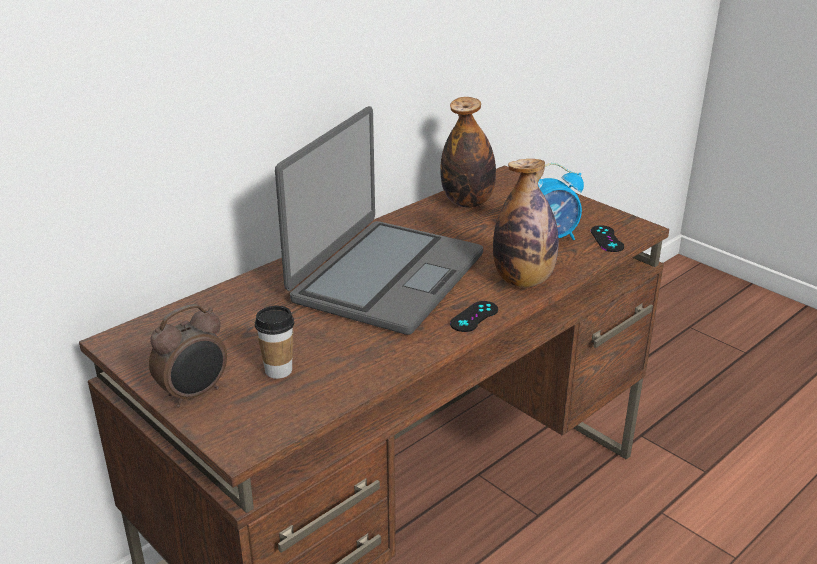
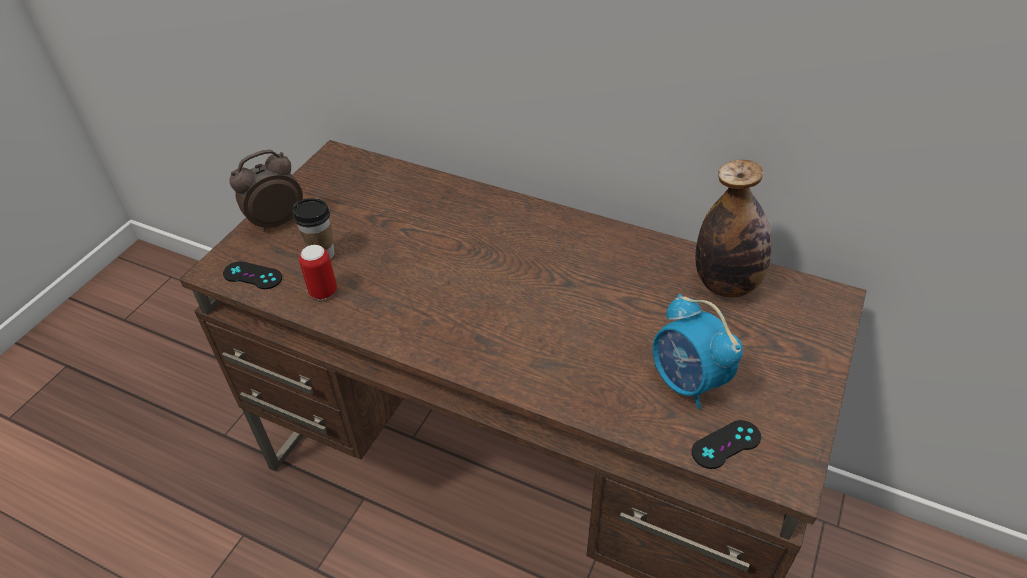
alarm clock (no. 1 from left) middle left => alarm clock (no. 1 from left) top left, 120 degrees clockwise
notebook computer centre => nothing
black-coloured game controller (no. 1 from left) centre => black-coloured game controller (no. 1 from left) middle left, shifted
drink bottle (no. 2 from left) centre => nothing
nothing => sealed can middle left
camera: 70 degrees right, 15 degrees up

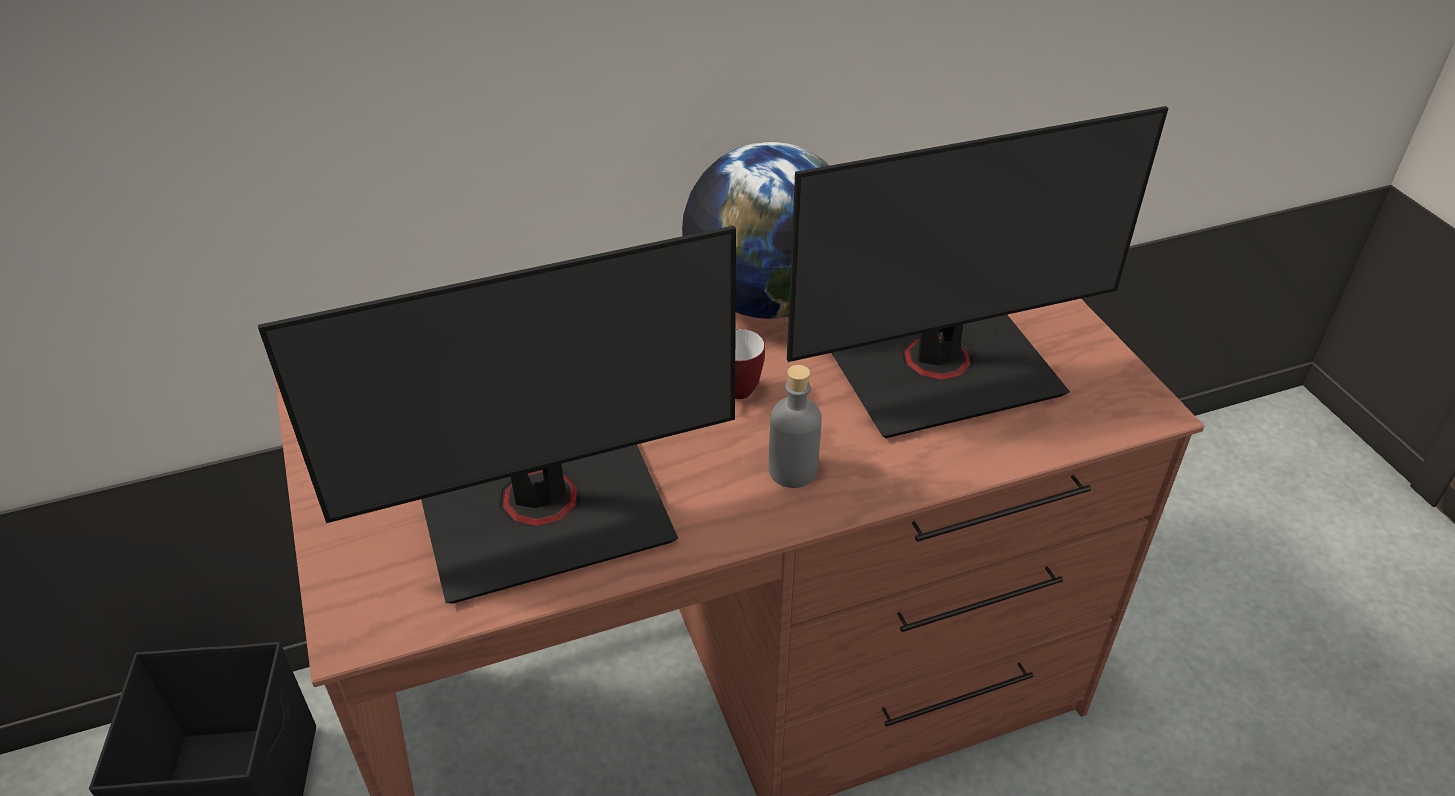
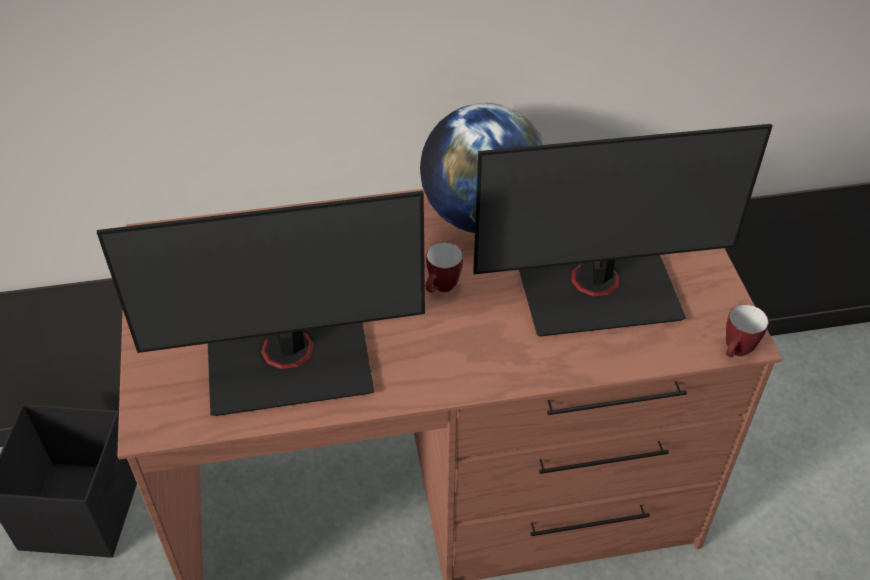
grey drink bottle centre => nothing
nothing => coffee mug (no. 2 from left) middle right
camera: 10 degrees right, 5 degrees up

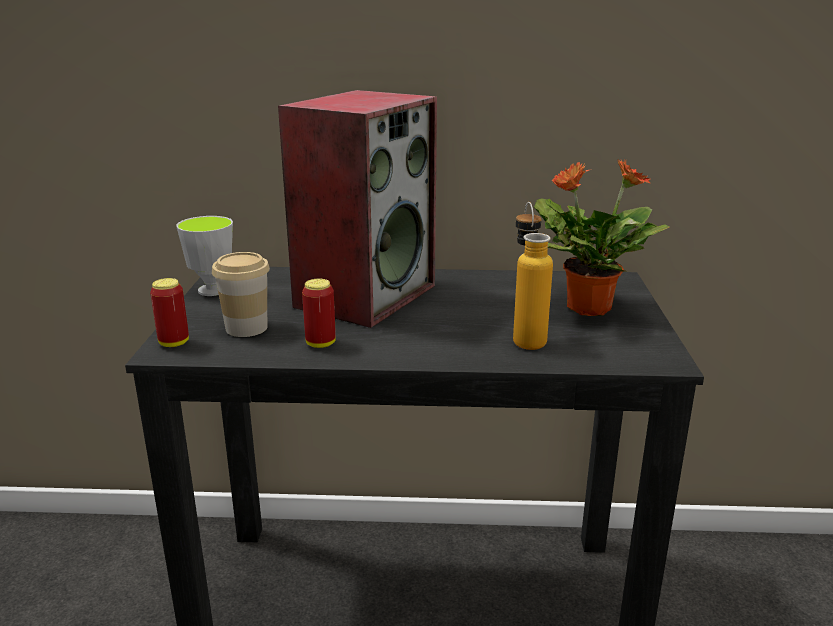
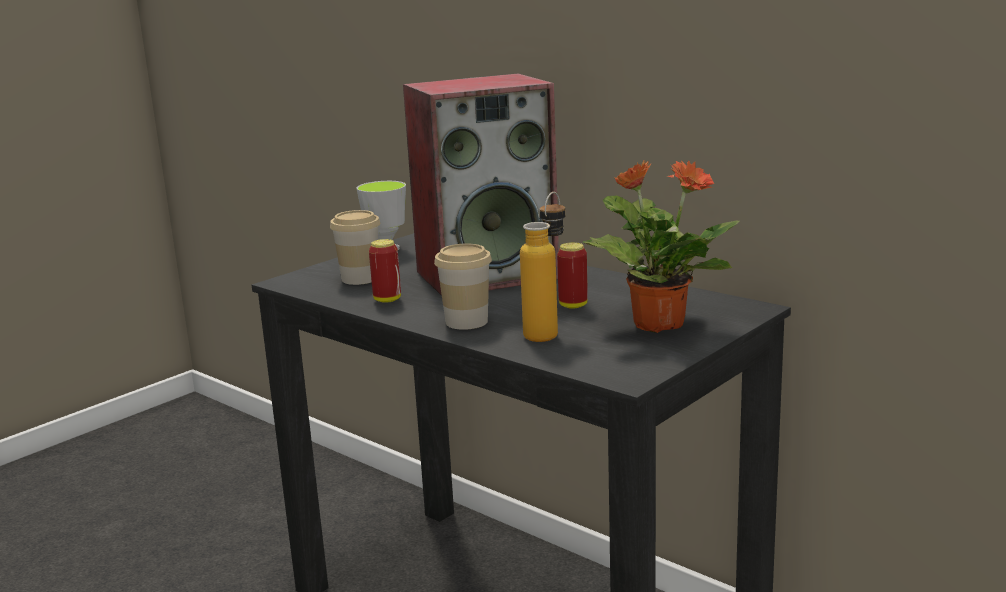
sealed can (no. 1 from left in the first image) middle left => sealed can (no. 2 from left) centre, shifted
nothing => cup (no. 3 from left) centre
camera: 40 degrees right, 5 degrees down

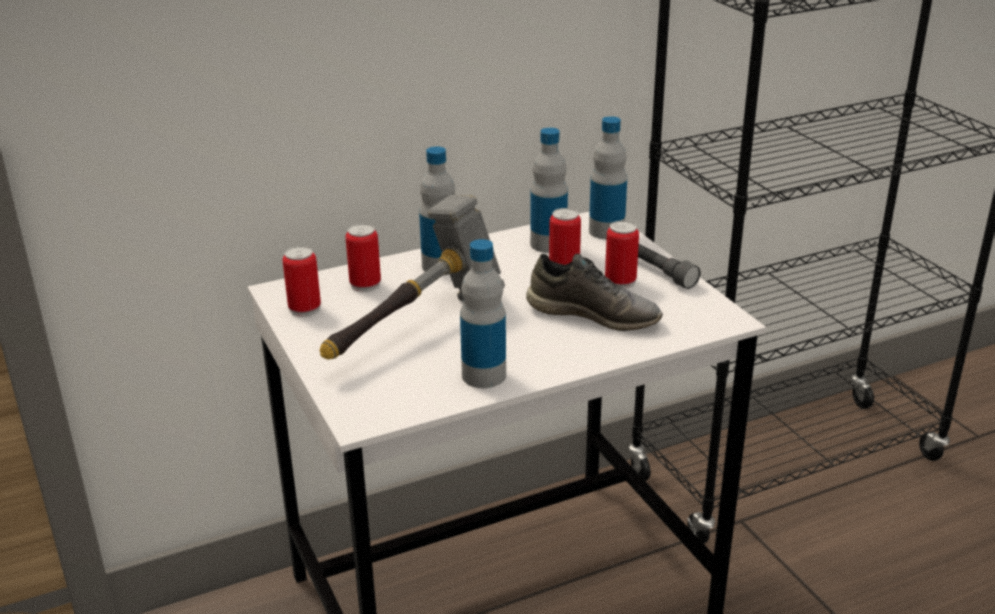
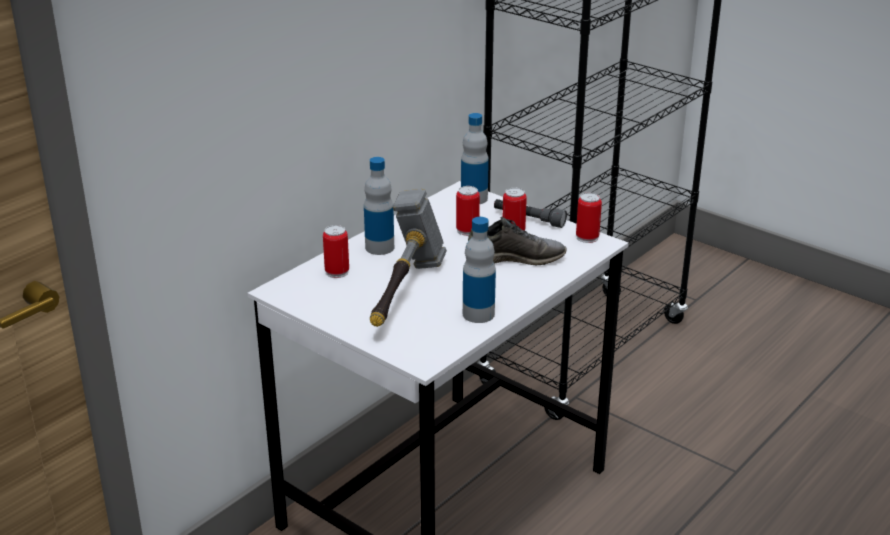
sealed can (no. 1 from left in the first image) middle left => sealed can (no. 4 from left) centre, shifted
drink bottle (no. 3 from left) top centre => nothing
camera: 25 degrees left, 0 degrees up

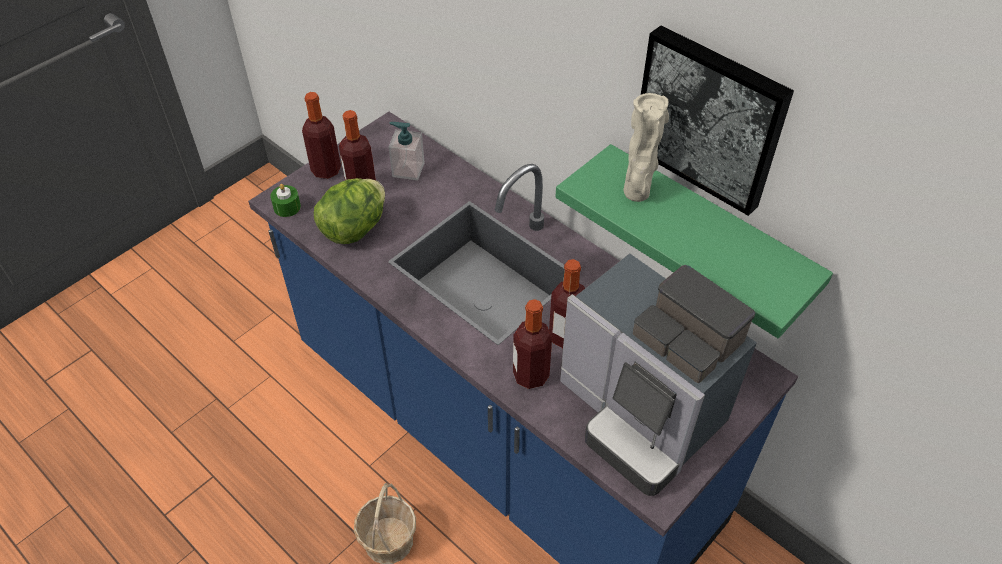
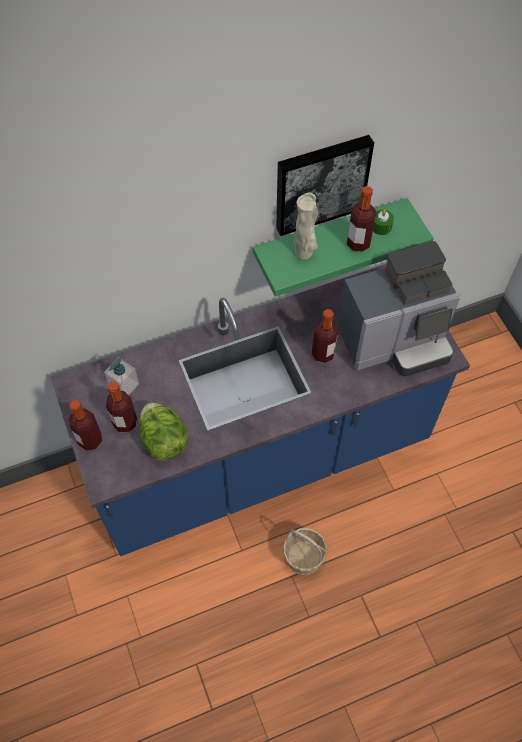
greenish wax light middle left => greenish wax light top right, shifted
drink bottle (no. 3 from left in the first image) centre => drink bottle (no. 4 from left) top right, shifted
camera: 65 degrees left, 10 degrees up

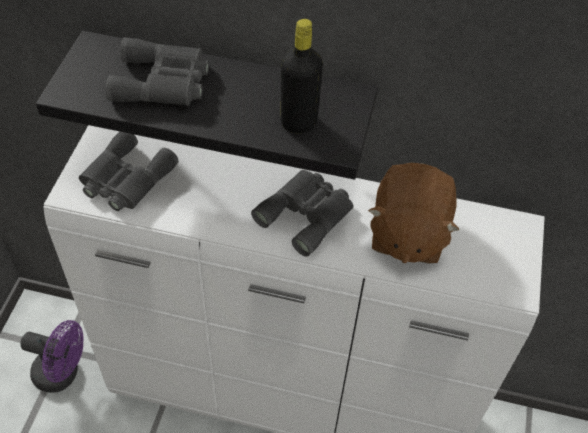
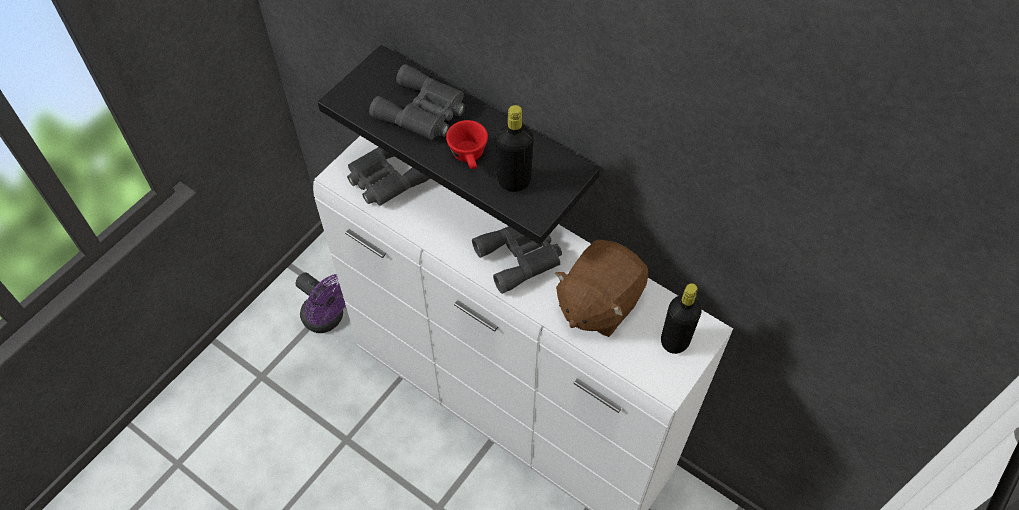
nothing => red-coloured cup top centre
nothing => black-coloured drink bottle (no. 2 from left) middle right
camera: 25 degrees right, 5 degrees up

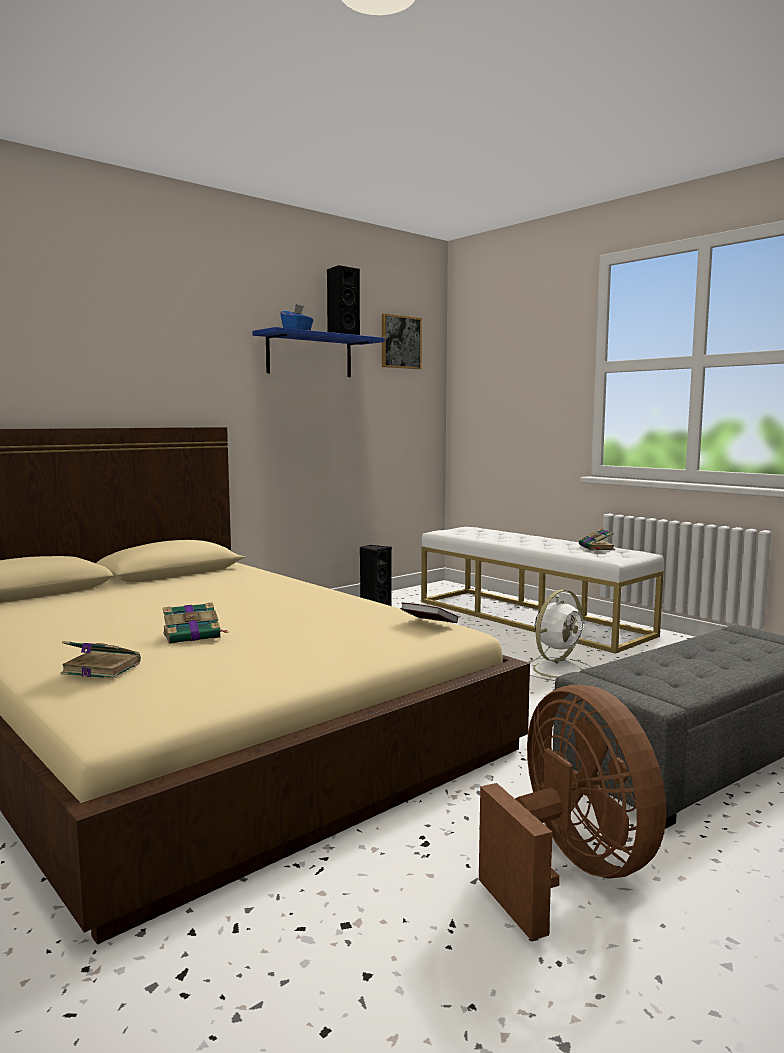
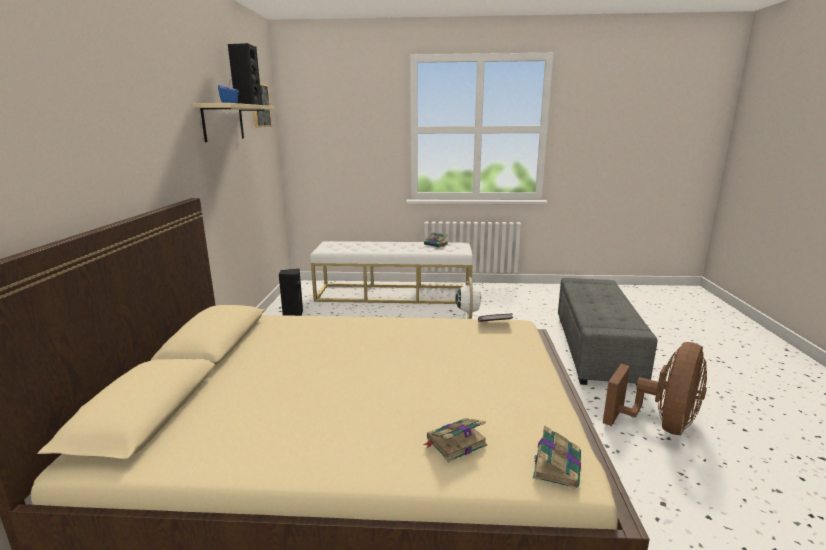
bound book (no. 2 from left in the first image) middle left => bound book (no. 4 from left) bottom right, shifted
blue-coloured wall shelf centre => beige wall shelf top left
brown electric fan bottom right, 105 degrees clockwise
camera: 45 degrees left, 10 degrees up

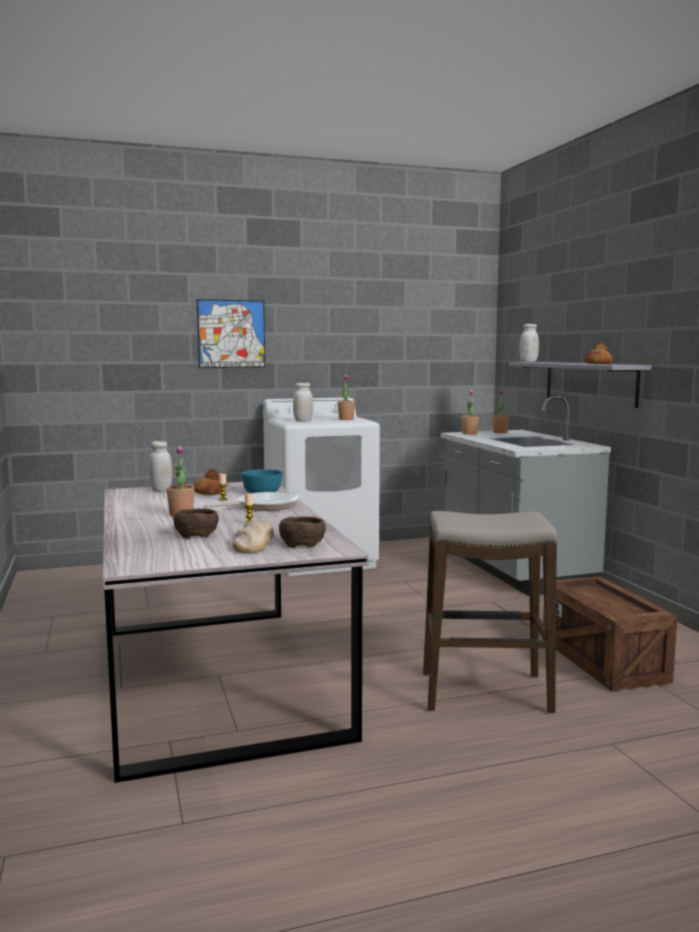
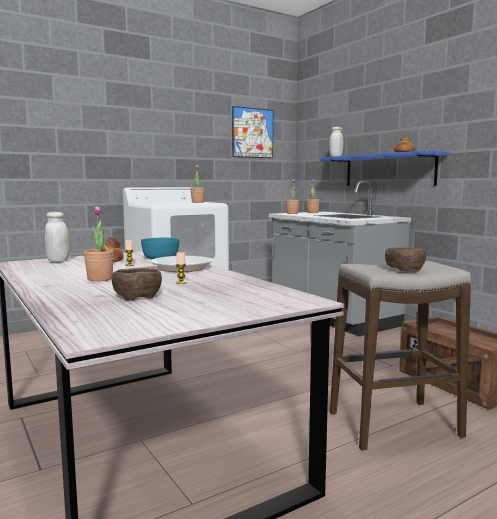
wall picture middle left => wall picture top centre, shifted
bread (no. 2 from left) centre => nothing
brown serving bowl (no. 2 from left) centre => brown serving bowl (no. 2 from left) middle right, shifted
whitish preserve jar (no. 2 from left) centre => nothing
grey wall shelf middle right => blue-coloured wall shelf top right
camera: 15 degrees left, 0 degrees up

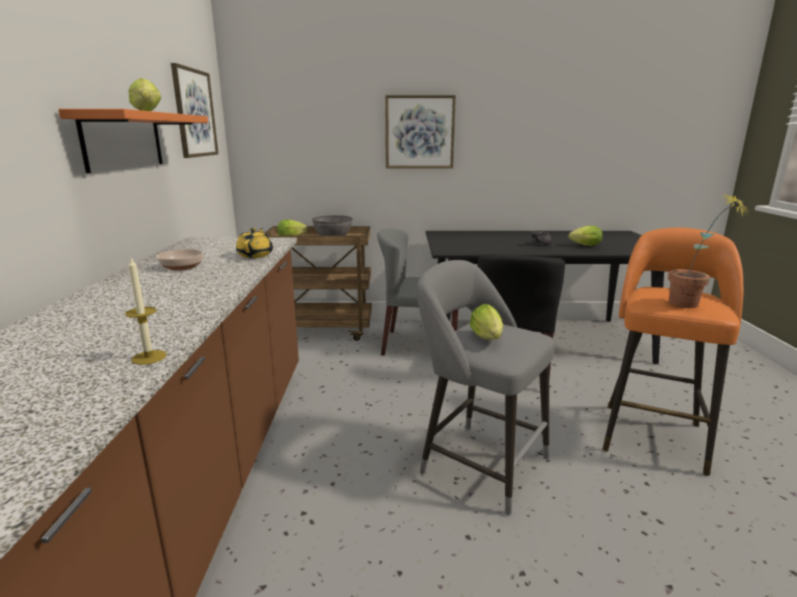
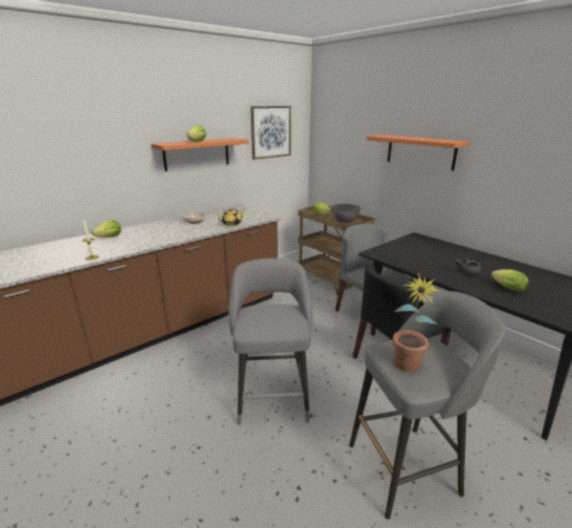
wall picture (no. 2 from left) top centre => orangey wall shelf (no. 2 from left) top right
head of lettuce (no. 3 from left in the first image) centre => head of lettuce (no. 1 from left) middle left, shifted
orangey sitting stool middle right => grey sitting stool (no. 2 from left) bottom right
camera: 50 degrees right, 5 degrees up

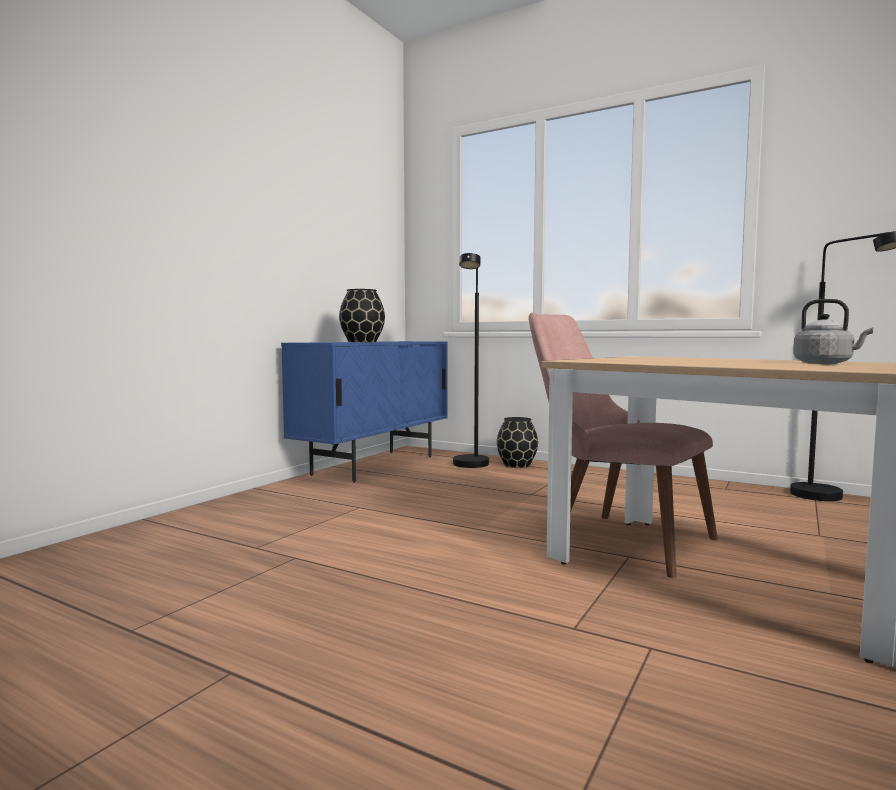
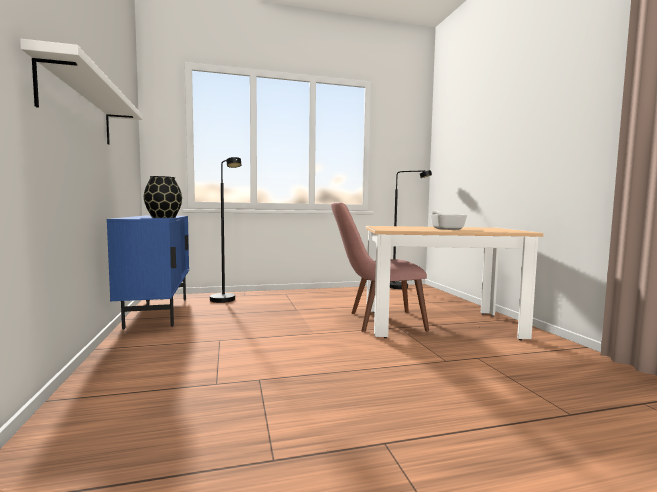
black-coloured decorative vase (no. 2 from left) centre => nothing
grey kettle middle right => nothing
nothing => whitish wall shelf top left
nothing => pan middle right
camera: 45 degrees left, 0 degrees up

